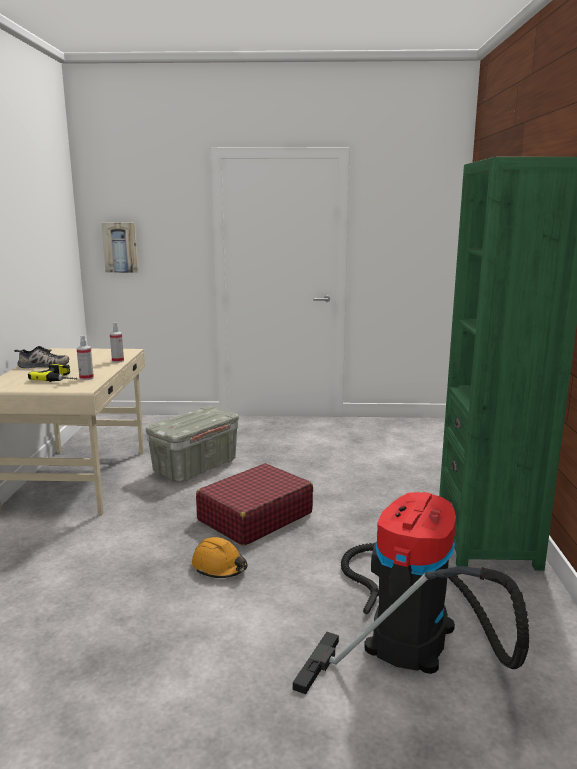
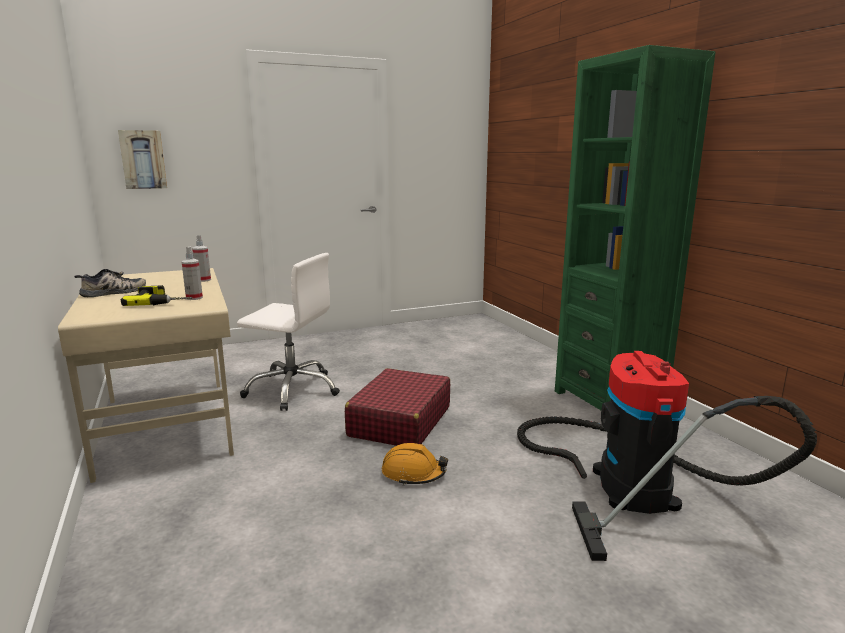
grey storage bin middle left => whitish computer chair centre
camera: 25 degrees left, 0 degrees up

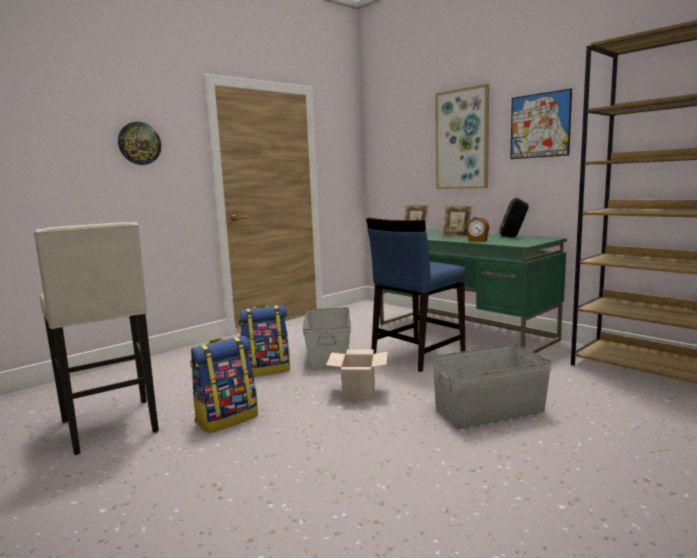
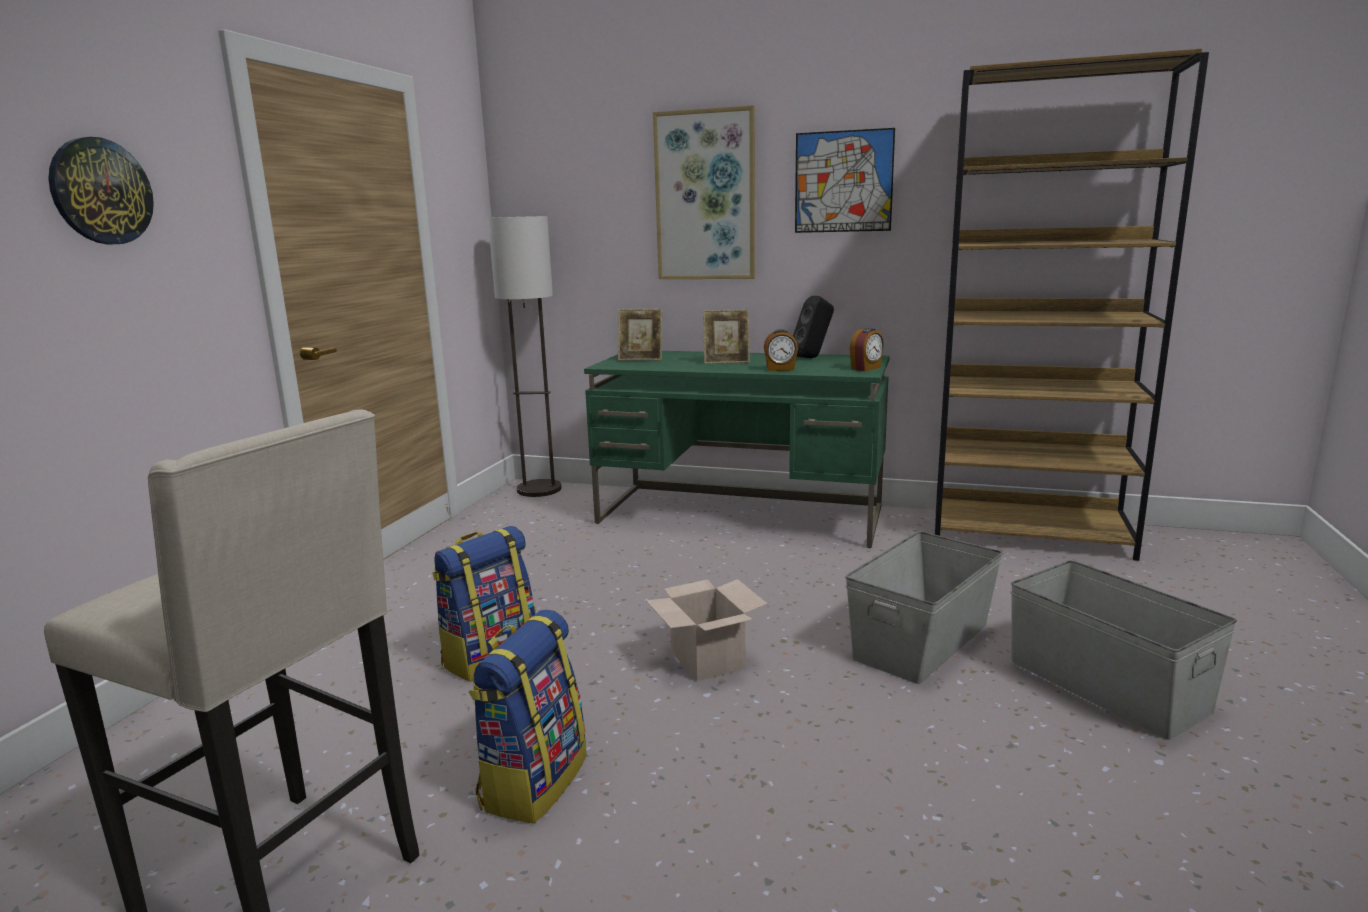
grey storage bin (no. 1 from left in the first image) centre => grey storage bin (no. 2 from left) bottom right, shifted
blue-coloured upright chair centre => nothing
nothing => standard lamp centre
nothing => alarm clock (no. 2 from left) centre
camera: 30 degrees left, 5 degrees up

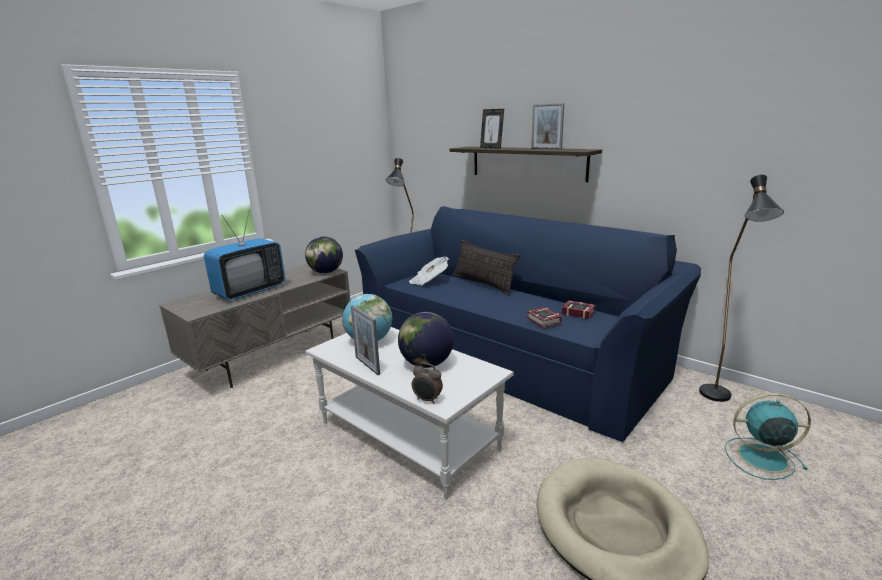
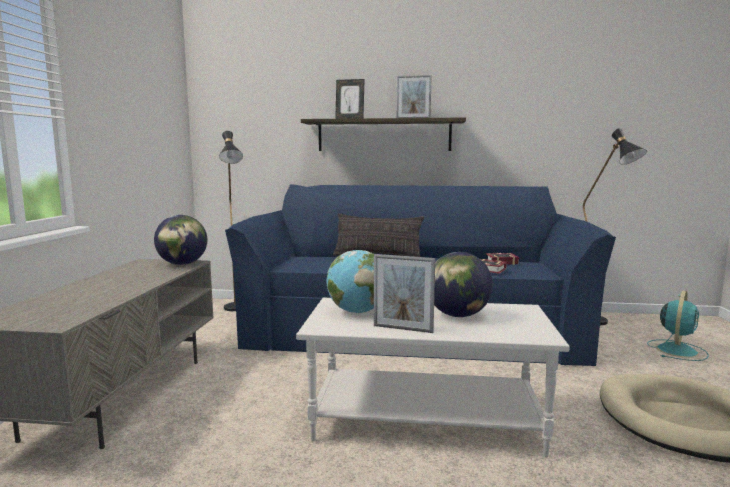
TV set middle left => nothing
printed paper centre => nothing
alarm clock centre => nothing
blue-green electric fan bottom right, 150 degrees clockwise
camera: 35 degrees left, 10 degrees down

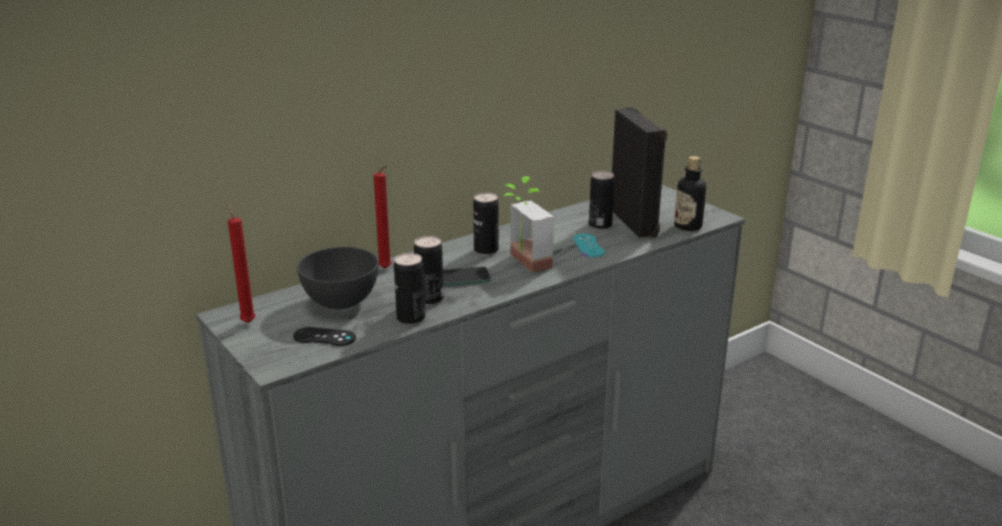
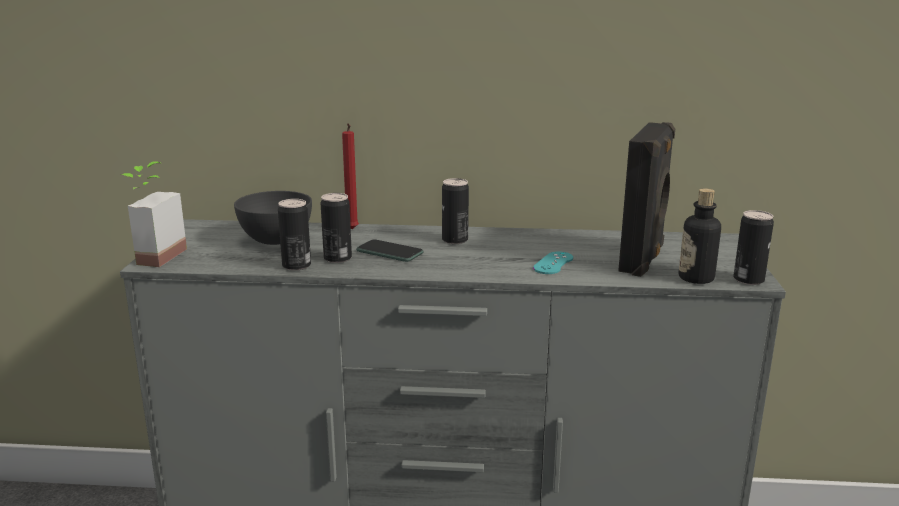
red-coloured wax light (no. 1 from left) middle left => nothing
black-coloured game controller middle left => nothing
potted plant centre => potted plant middle left, shifted
sealed can (no. 4 from left) centre => sealed can (no. 4 from left) middle right, shifted
camera: 40 degrees right, 5 degrees down

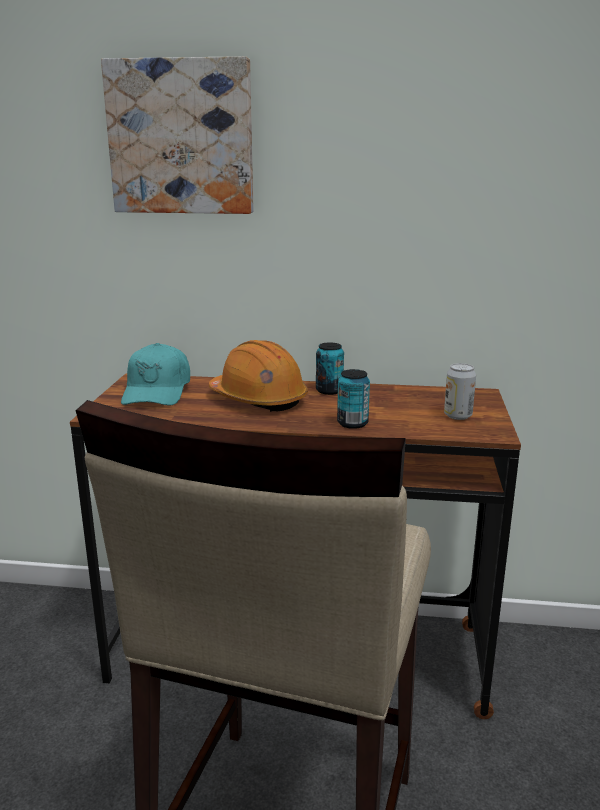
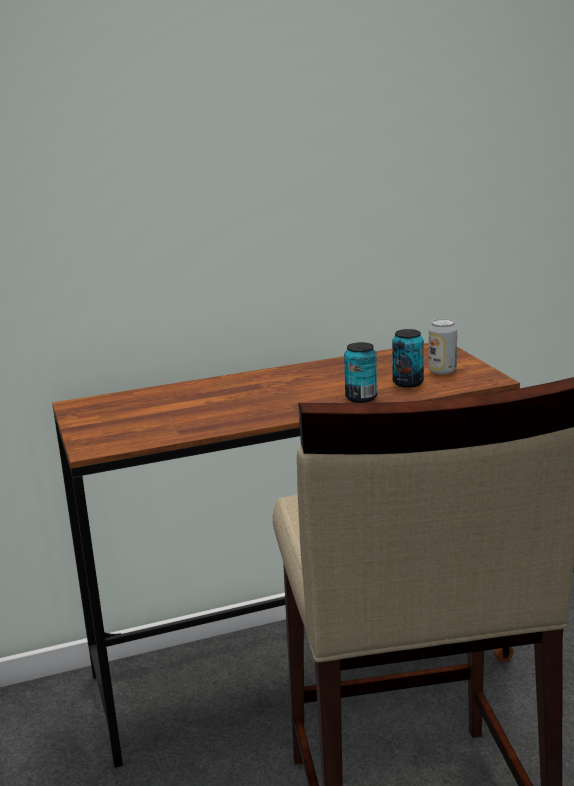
wall picture top left => nothing
blue-green peaked cap middle left => nothing
orangey safety helmet centre => nothing
sealed can (no. 1 from left in the first image) centre => sealed can (no. 2 from left) middle right, shifted
camera: 25 degrees left, 0 degrees up

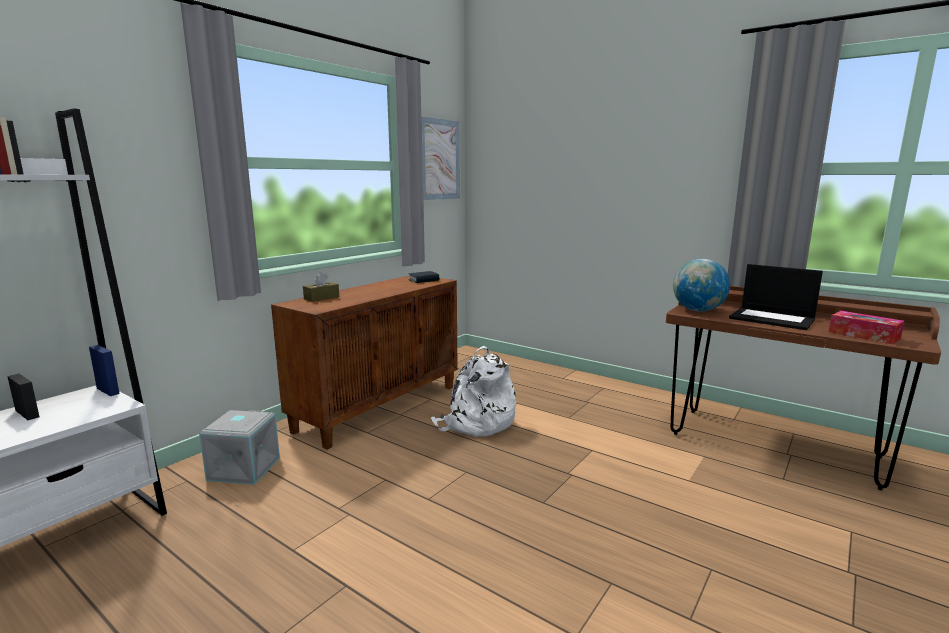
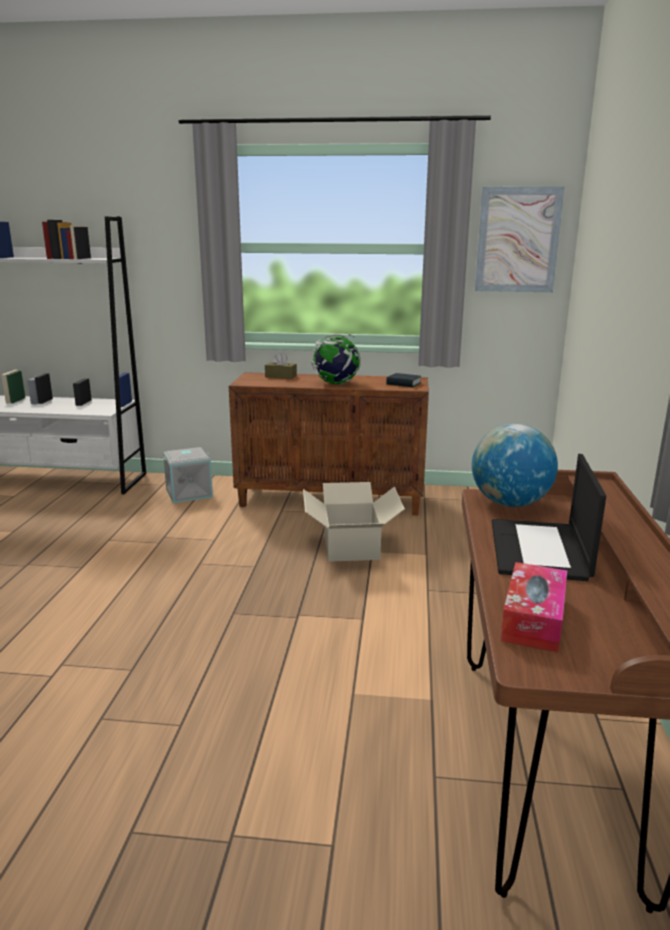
whitish rucksack centre => carton centre
nothing => globe (no. 1 from left) centre
camera: 60 degrees right, 5 degrees up

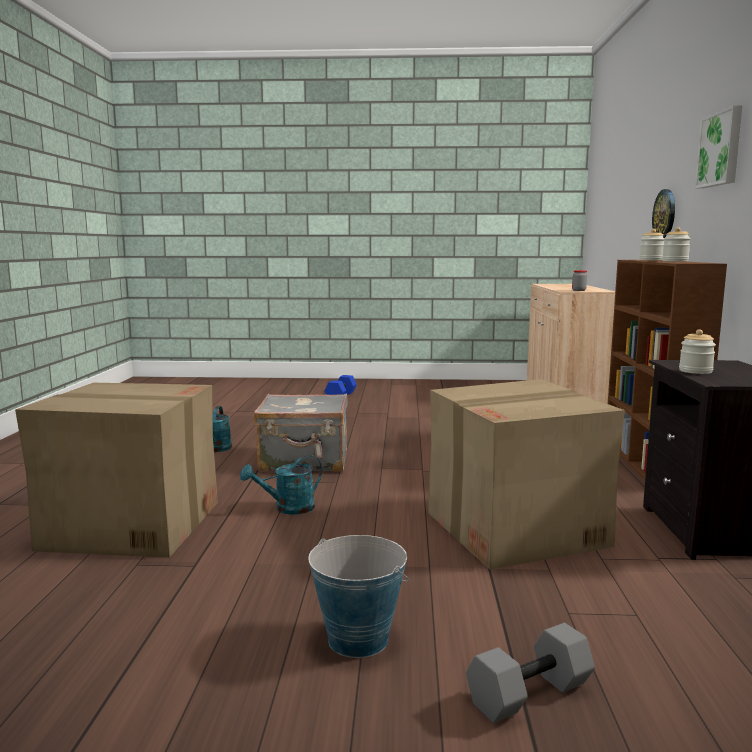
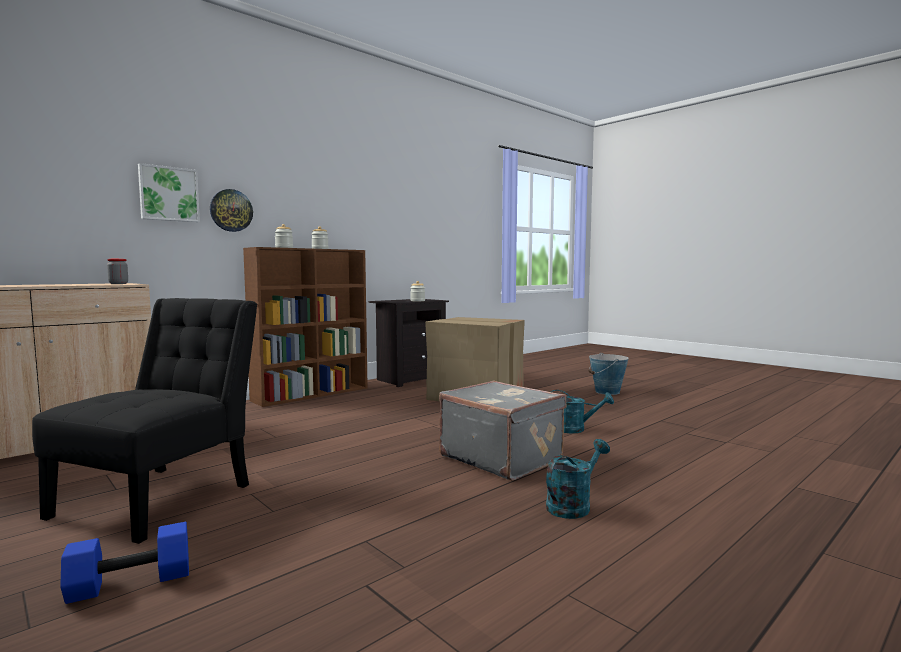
carton (no. 1 from left) middle left => nothing
grey free weight bottom right => nothing
wall picture top right => wall picture top left, shifted
nothing => black-coloured upright chair middle left
camera: 135 degrees left, 5 degrees down

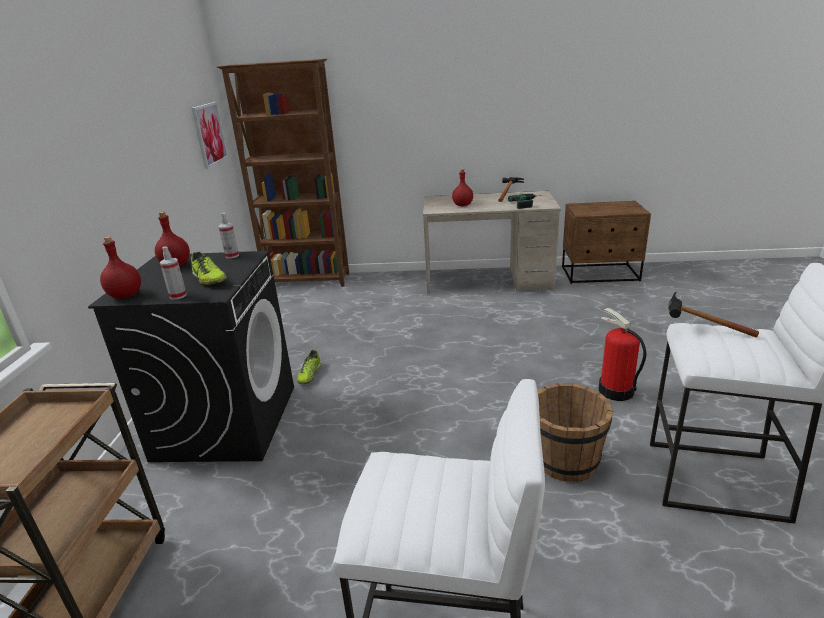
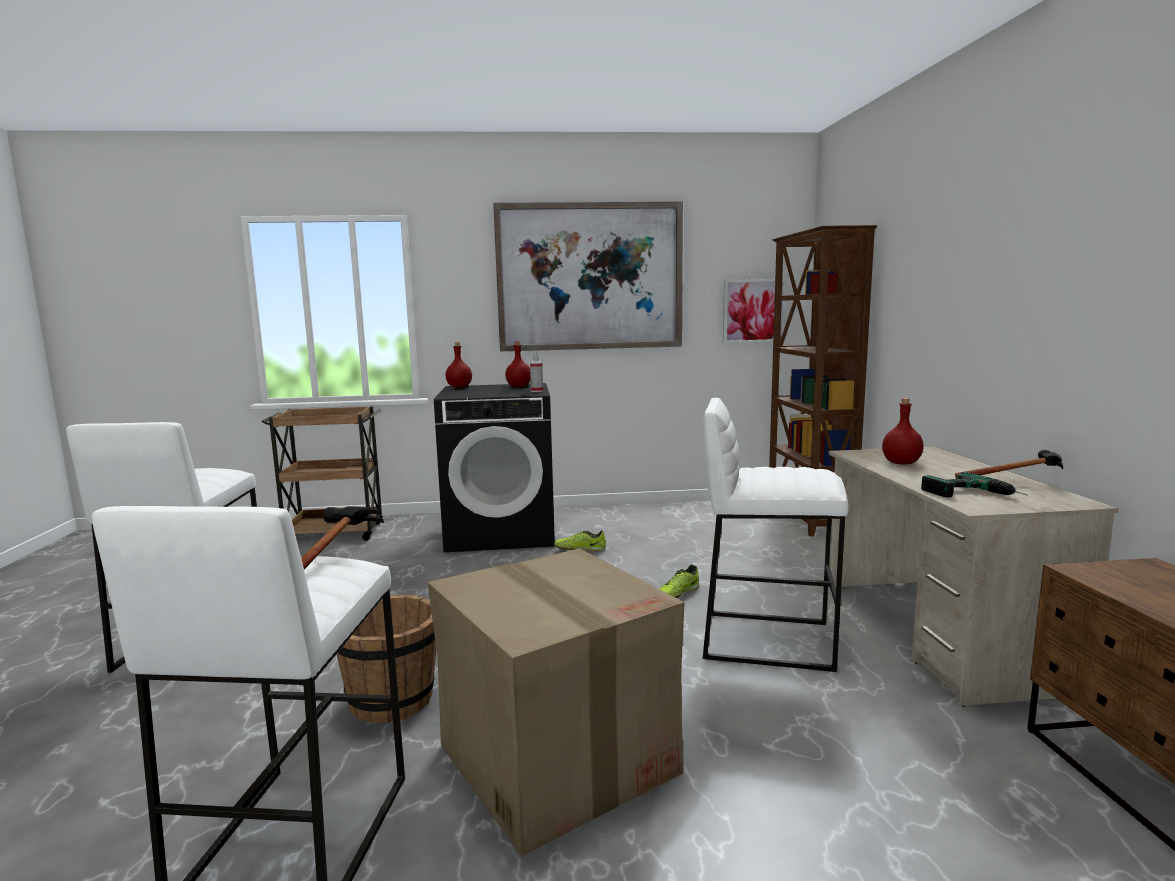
sprayer (no. 1 from left) middle left => nothing
shoe (no. 1 from left in the first image) middle left => shoe (no. 2 from left) centre, shifted
fire extinguisher middle right => carton bottom centre
nothing => wall picture (no. 1 from left) top centre
nothing => whitish sitting stool (no. 3 from left) centre
camera: 80 degrees right, 15 degrees down

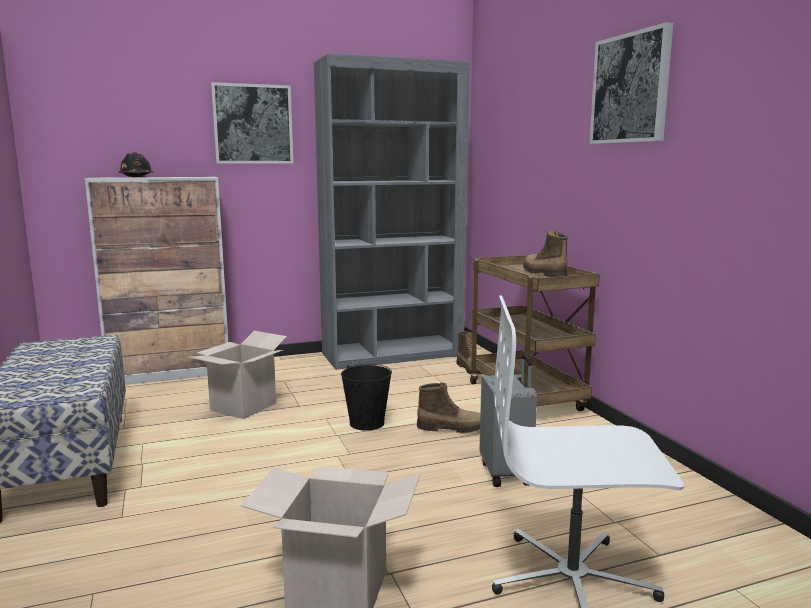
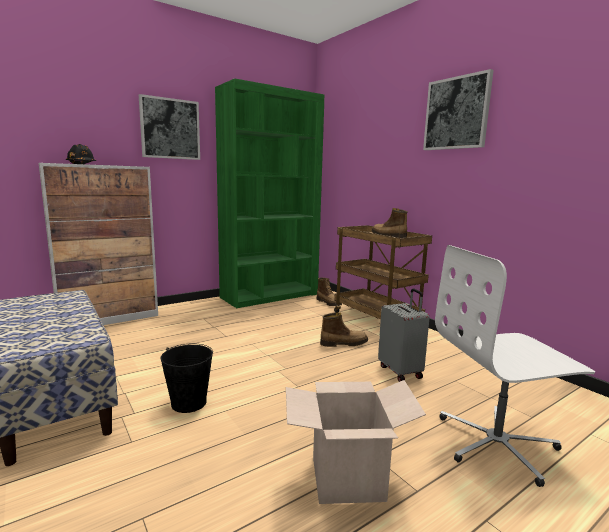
carton (no. 1 from left) middle left => nothing
grey shelving unit centre => greenish shelving unit centre
black-coloured pail centre => black-coloured pail bottom left, shifted
camera: 15 degrees left, 0 degrees up

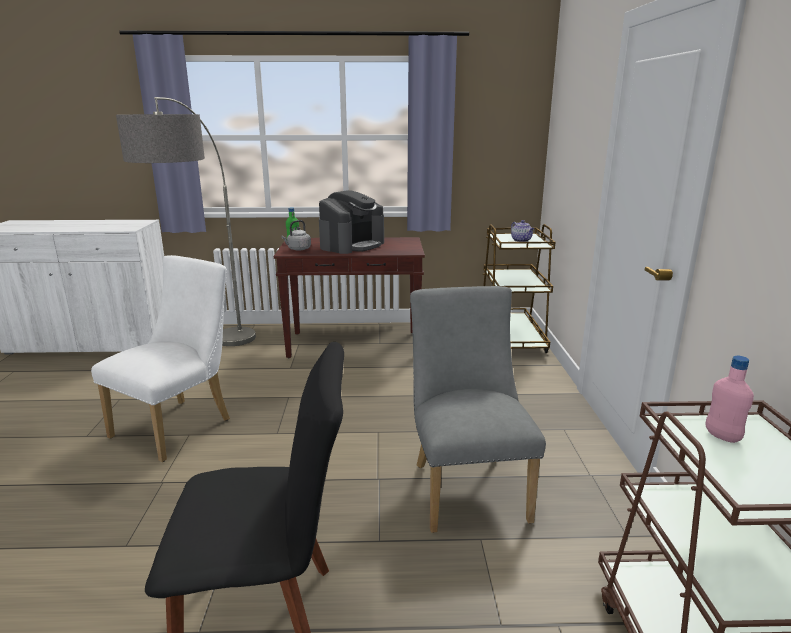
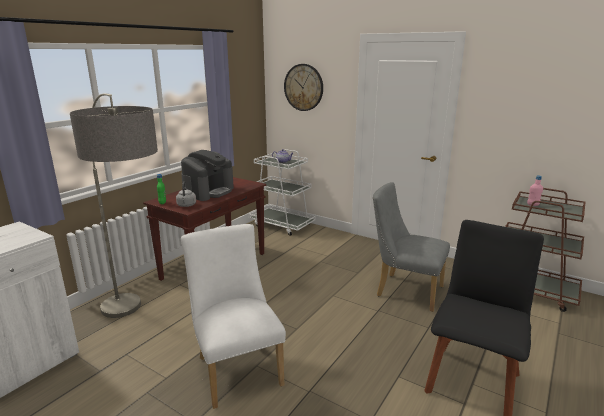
coffee maker centre, 45 degrees clockwise
brown cart (no. 1 from left) centre => whitish cart centre
nothing => wall clock top centre
camera: 55 degrees left, 0 degrees up

